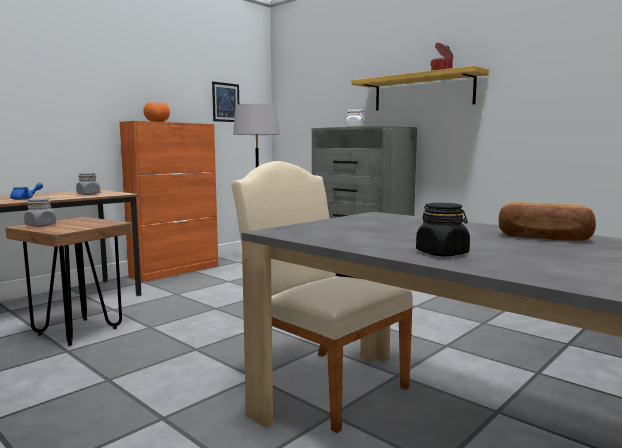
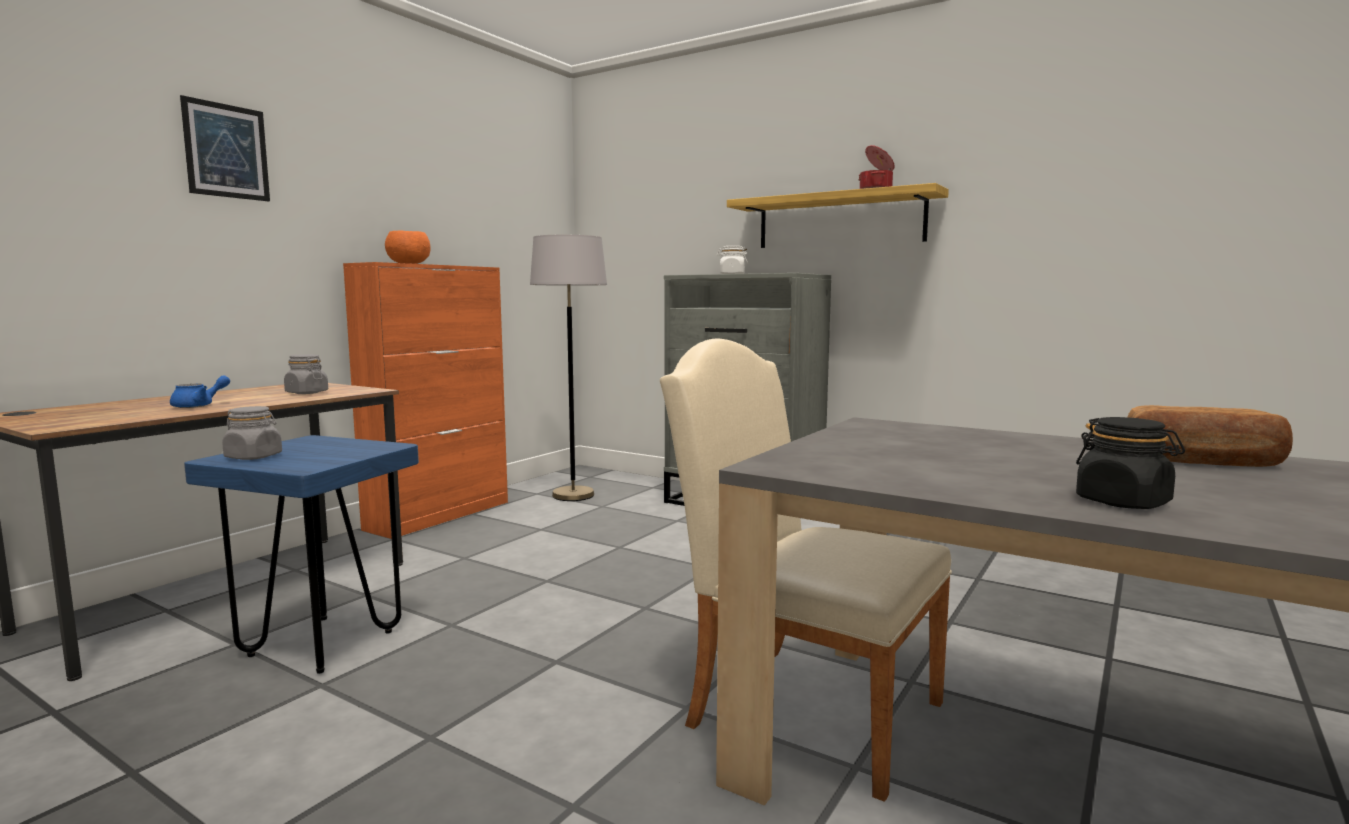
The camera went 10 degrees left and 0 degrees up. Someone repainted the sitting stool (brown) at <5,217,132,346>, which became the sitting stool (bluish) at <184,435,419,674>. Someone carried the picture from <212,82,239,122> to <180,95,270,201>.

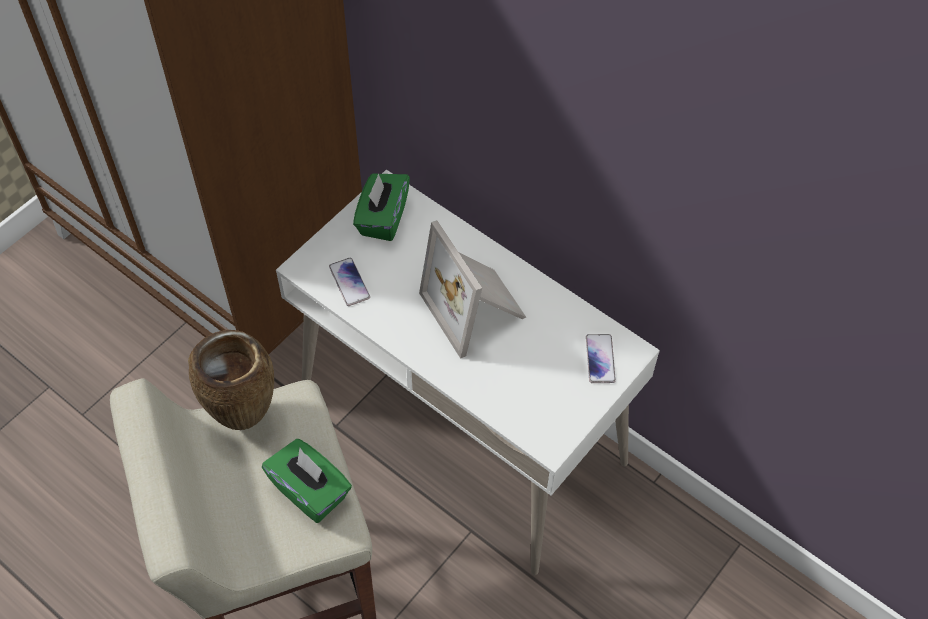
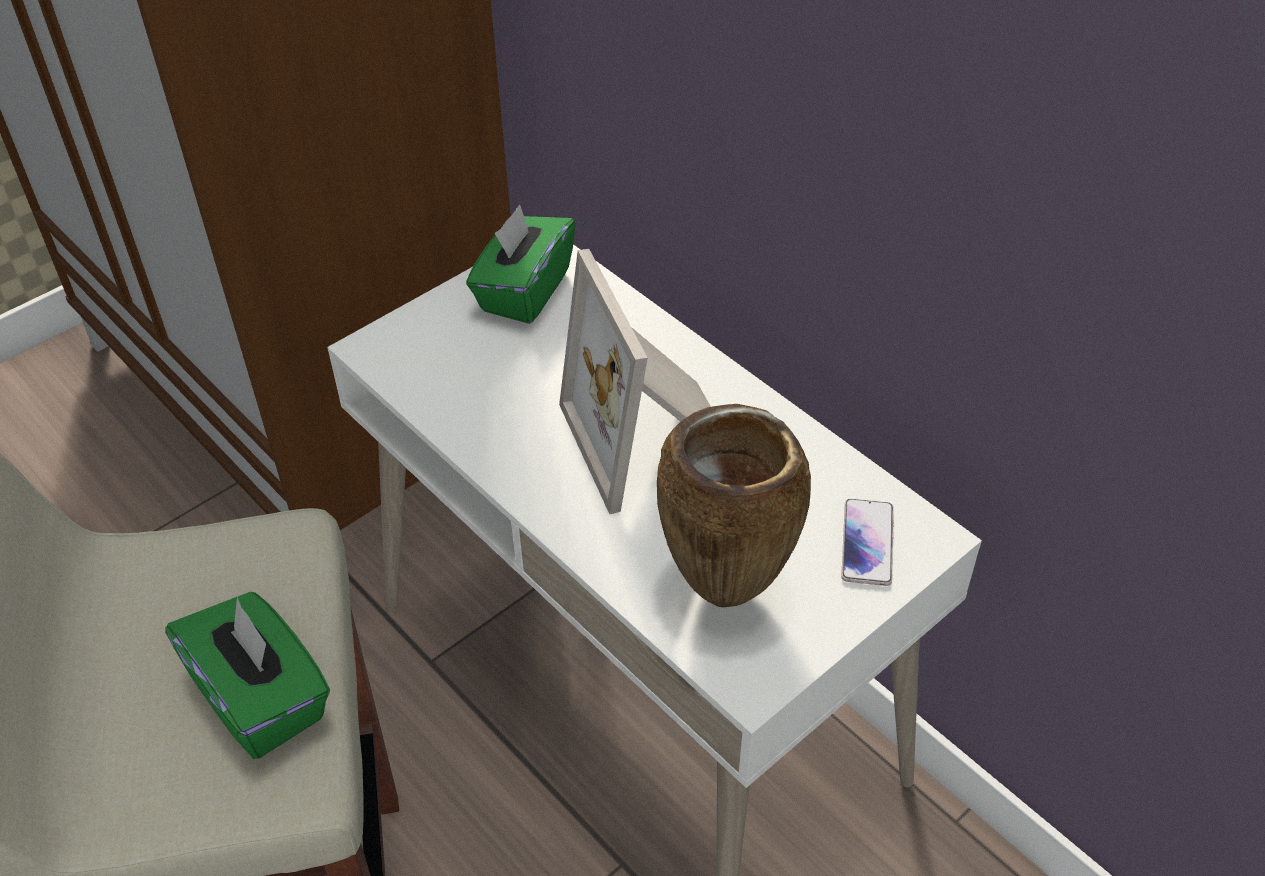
The camera went 10 degrees right and 10 degrees down. Someone carried the decorative vase (brown) from <188,330,274,430> to <657,404,811,607>. Someone took away the handset at <329,258,370,306>.

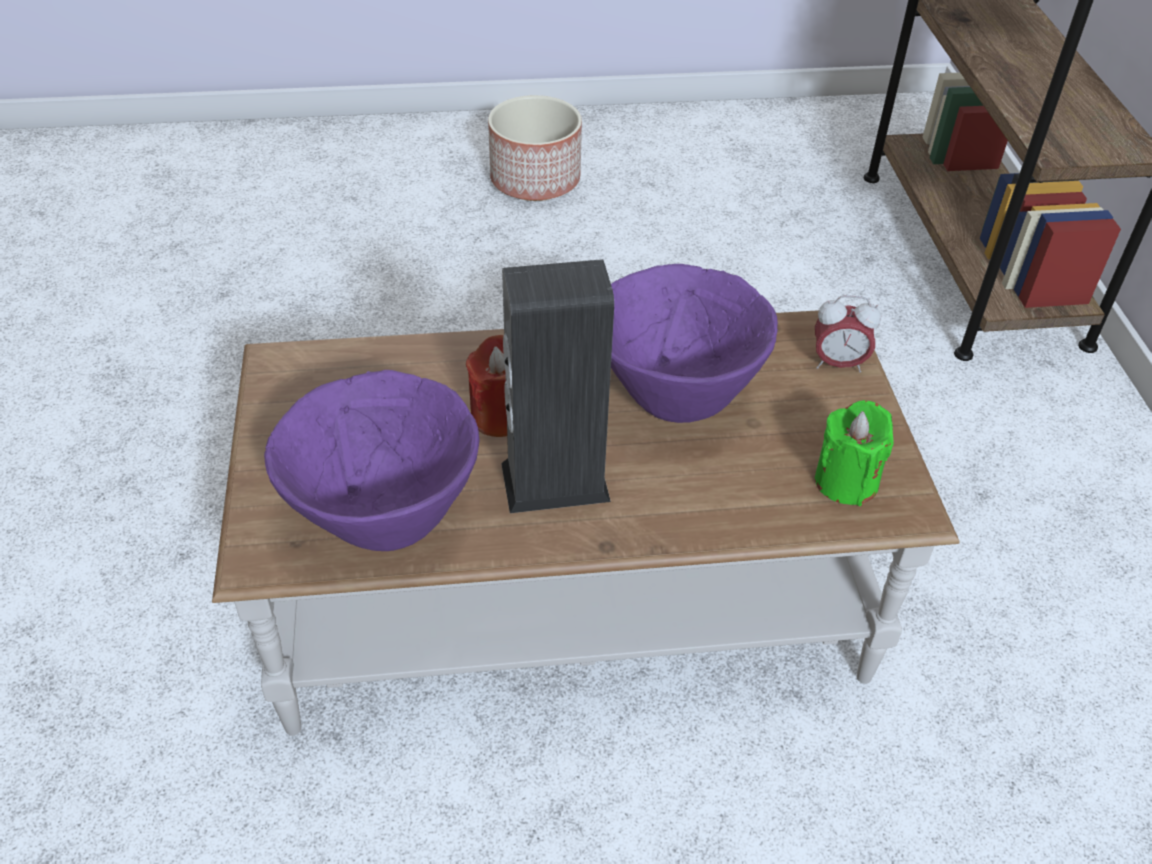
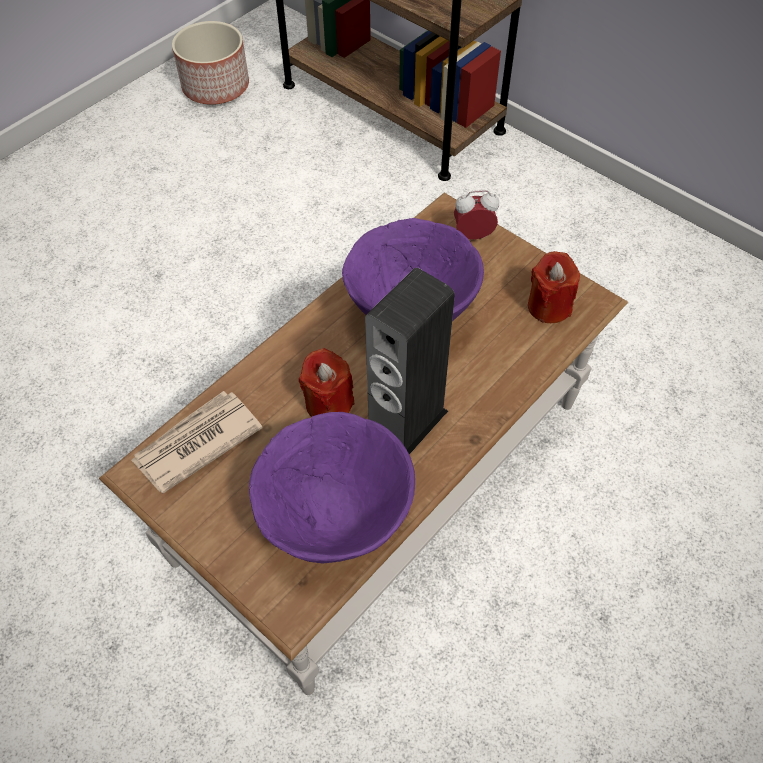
The camera went 40 degrees left and 10 degrees up. Someone carried the plant pot from <488,95,582,201> to <172,21,249,105>. Someone rotated the table clock at <815,295,881,373> by 150 degrees counterclockwise. Someone repainted the wax light (greenish) at <815,400,894,506>, which became the wax light (red-coloured) at <528,251,580,323>. Someone put down the daily paper at <131,391,263,493>.

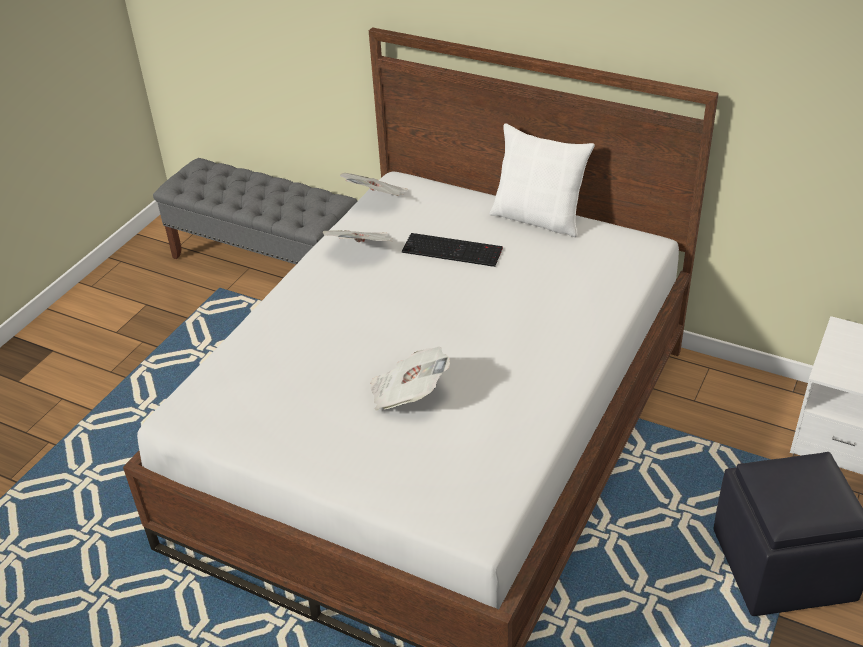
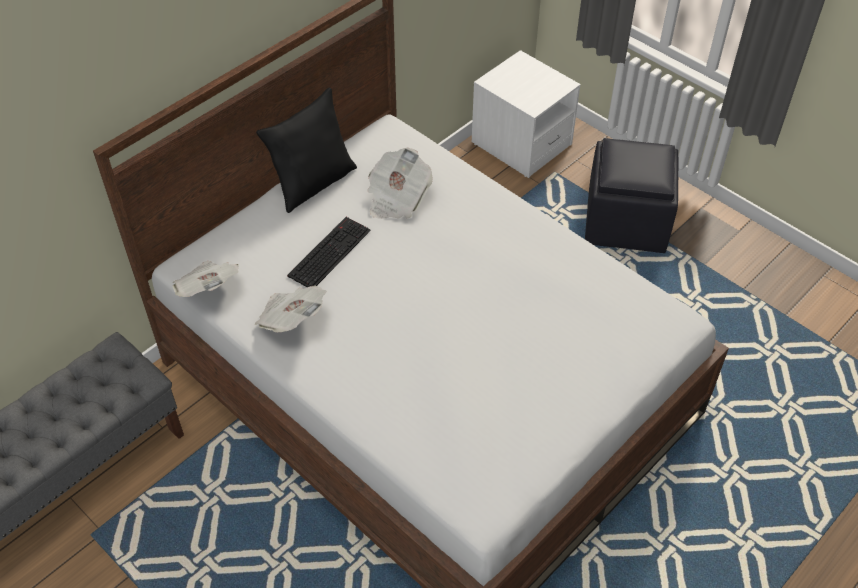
The camera went 75 degrees left and 10 degrees up. Someone carried the daily paper from <370,346,450,411> to <367,148,433,219>. Someone repainted the cushion (whitish) at <489,123,595,237>, which became the cushion (blackish) at <256,88,357,213>.

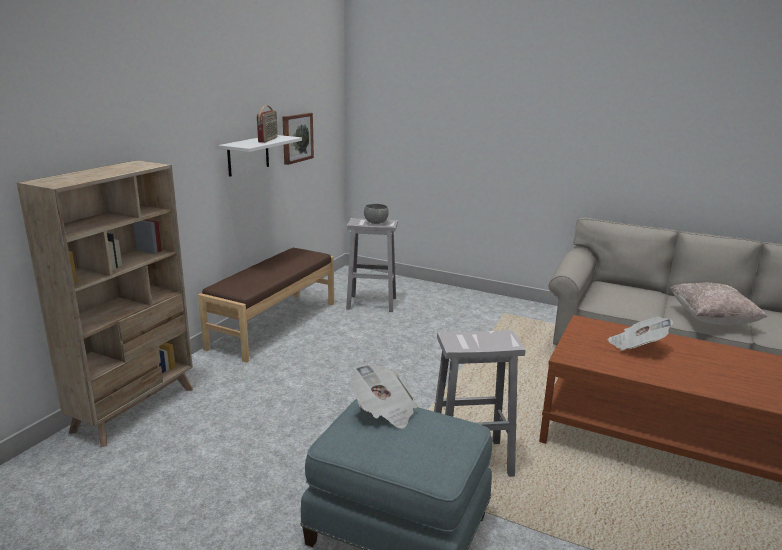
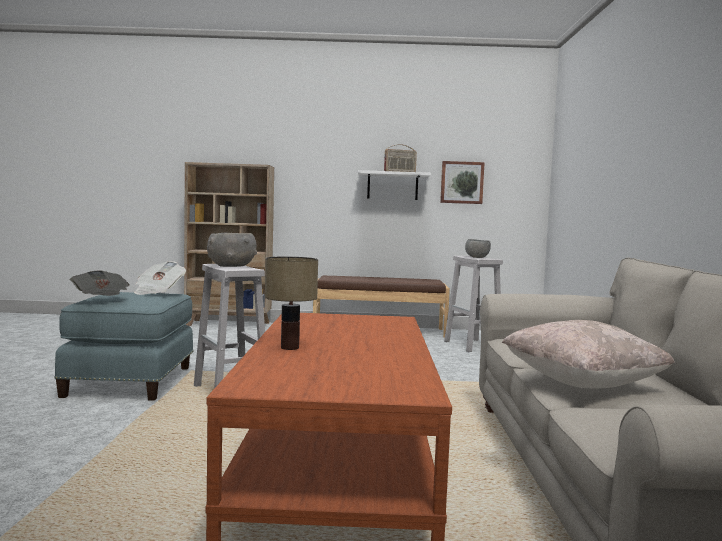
The camera went 65 degrees right and 15 degrees down. Someone carried the daily paper from <608,316,674,351> to <70,271,130,296>. Someone put down the serving bowl (grey) at <207,233,257,267>. Someone put down the lamp for a table at <265,257,318,350>.

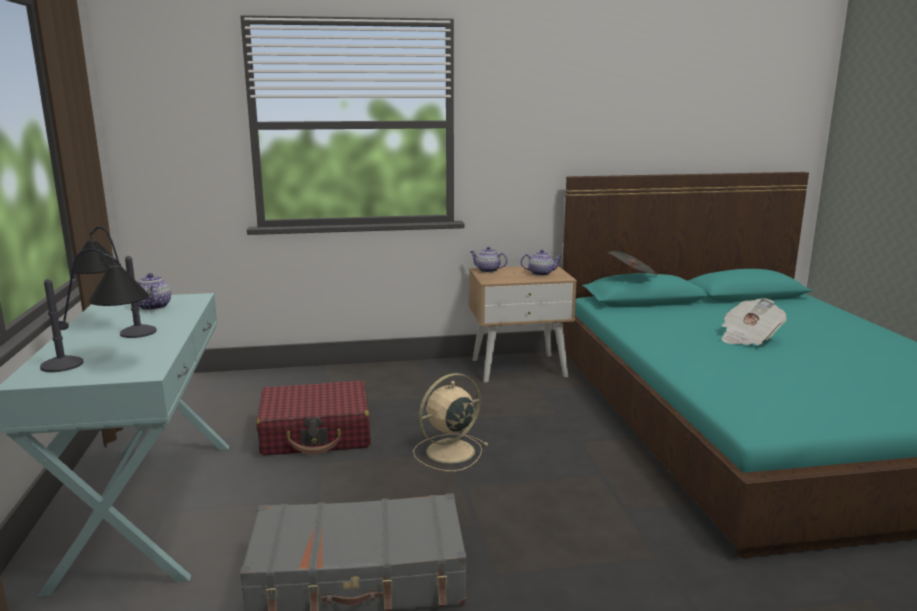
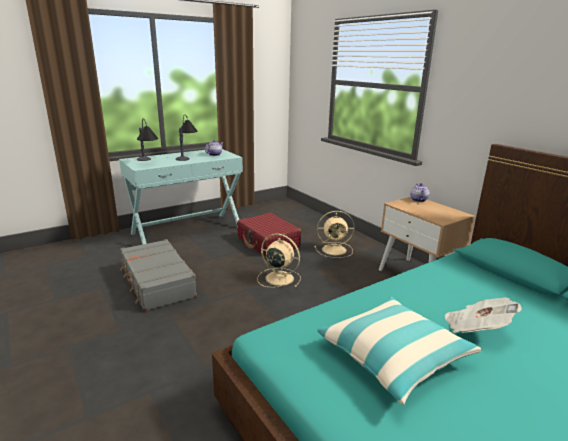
The camera went 65 degrees right and 5 degrees up. Someone took away the tea pot at <521,250,562,276>. Someone took away the daily paper at <607,251,659,275>. Someone put down the electric fan (sand-coloured) at <315,211,355,258>. Someone put down the cushion at <317,296,481,404>.

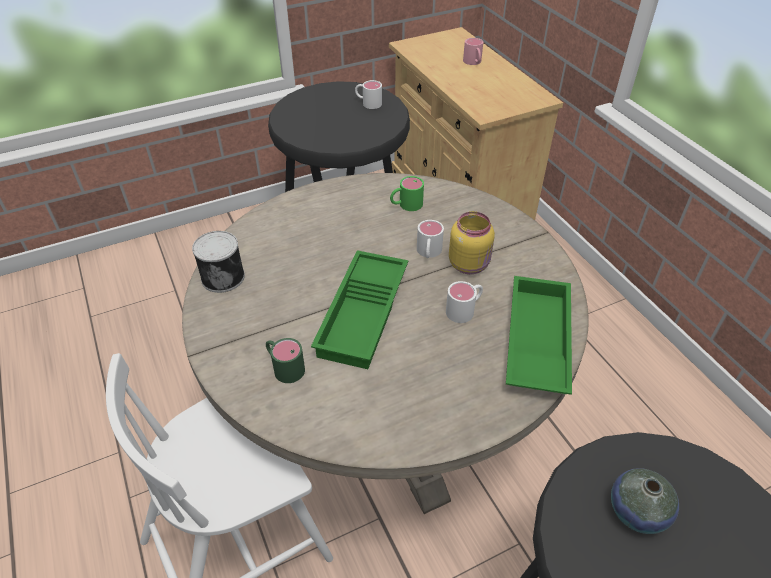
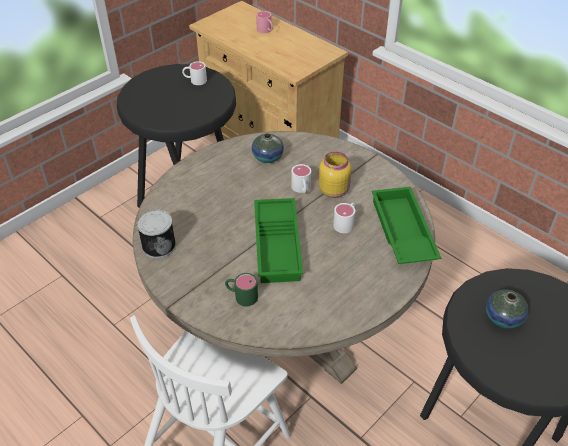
The camera went 20 degrees left and 0 degrees up. Someone swapped the mug (greenish) at <390,176,424,211> for the decorative vase at <252,133,284,163>.

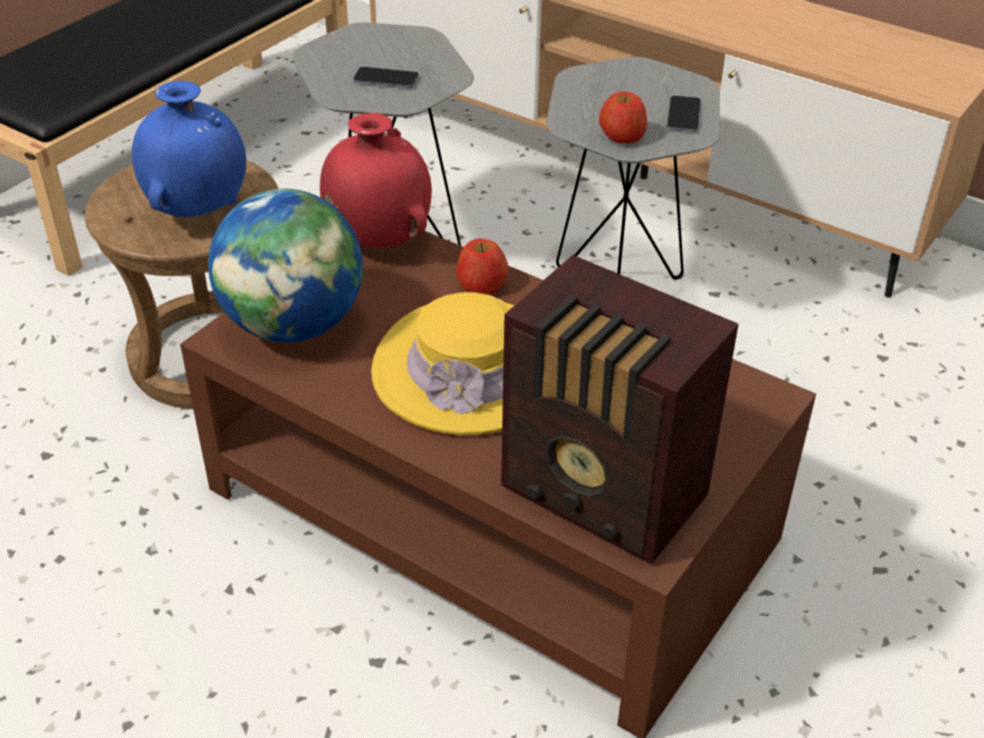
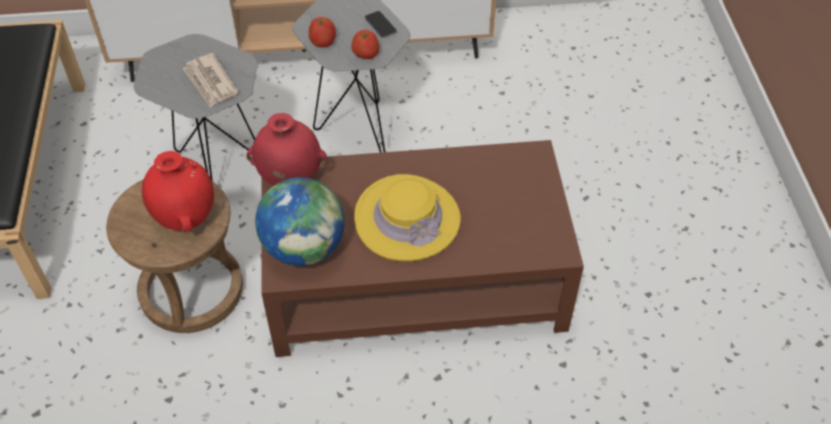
The camera went 40 degrees left and 10 degrees up. Someone repainted the decorative vase (bluish) at <132,81,246,217>, which became the decorative vase (red-coloured) at <142,151,214,232>. Someone swapped the handset at <353,67,419,88> for the daily paper at <183,53,238,108>. Someone carried the apple fruit from <456,239,508,295> to <309,17,336,47>. Someone took away the radio receiver at <501,255,739,564>.

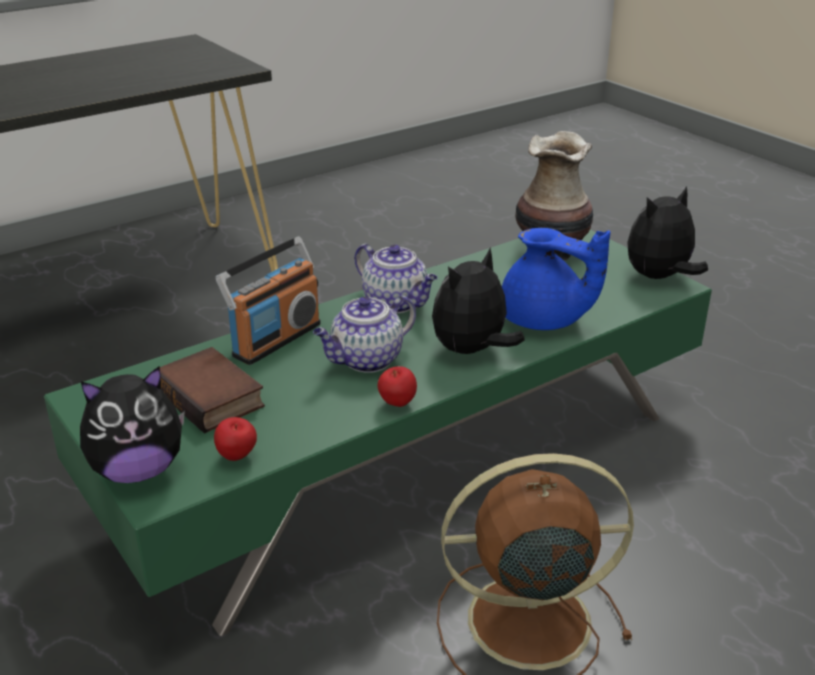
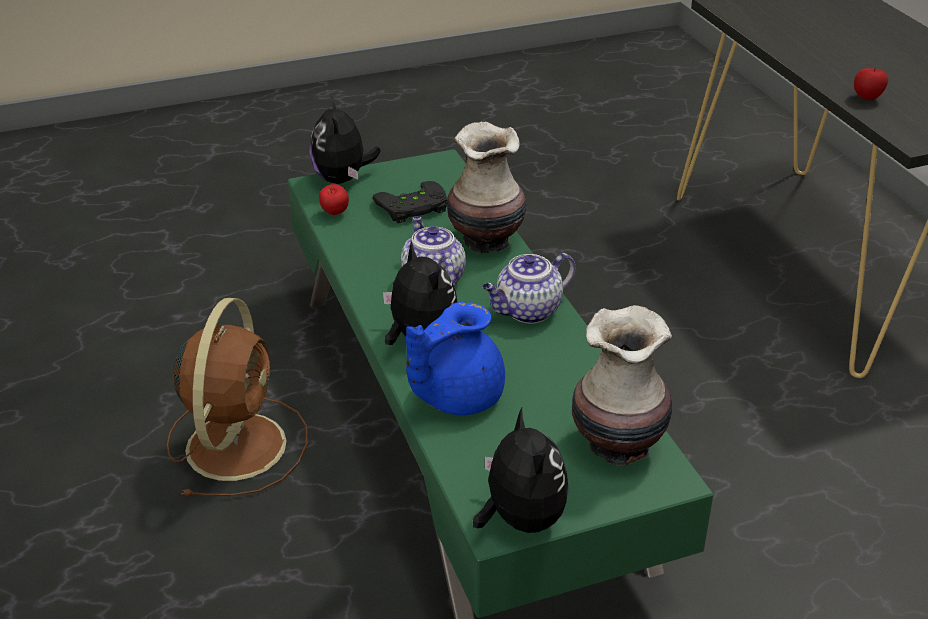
The camera went 105 degrees right and 5 degrees up. Someone swapped the book at <160,347,265,434> for the gamepad (blackish) at <373,181,447,223>. Someone swapped the radio receiver at <216,236,321,365> for the decorative vase at <447,122,527,254>. Someone carried the apple fruit from <378,366,417,407> to <854,67,888,100>.

